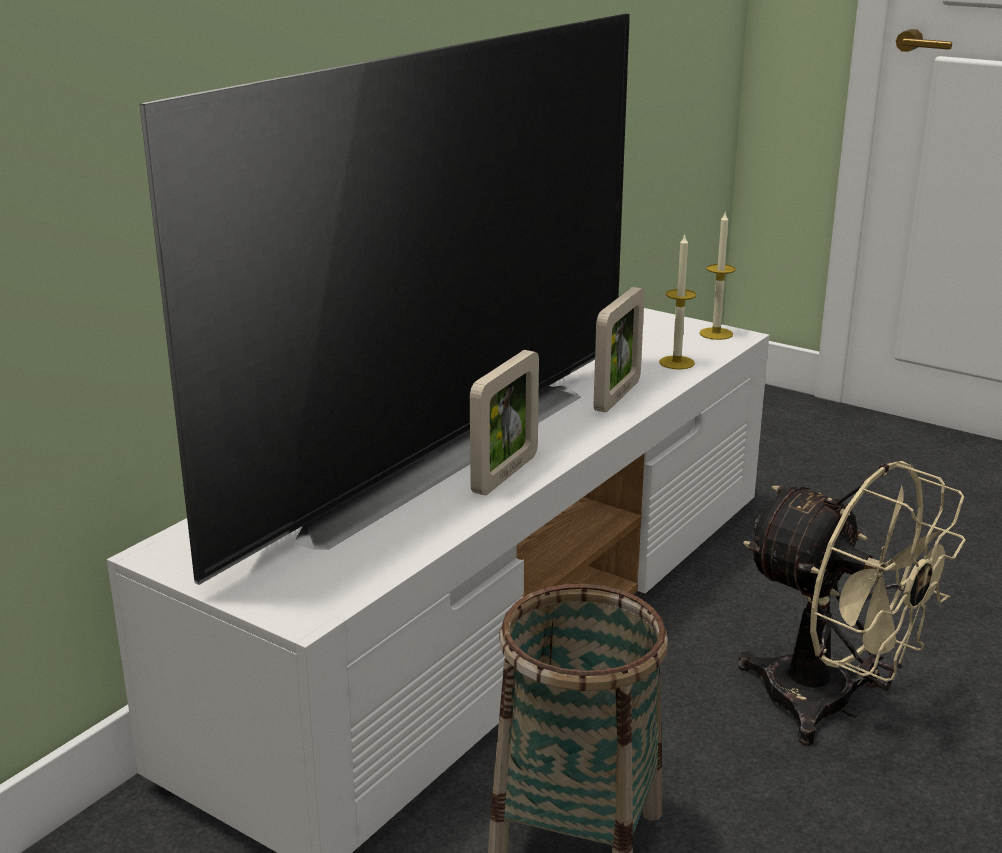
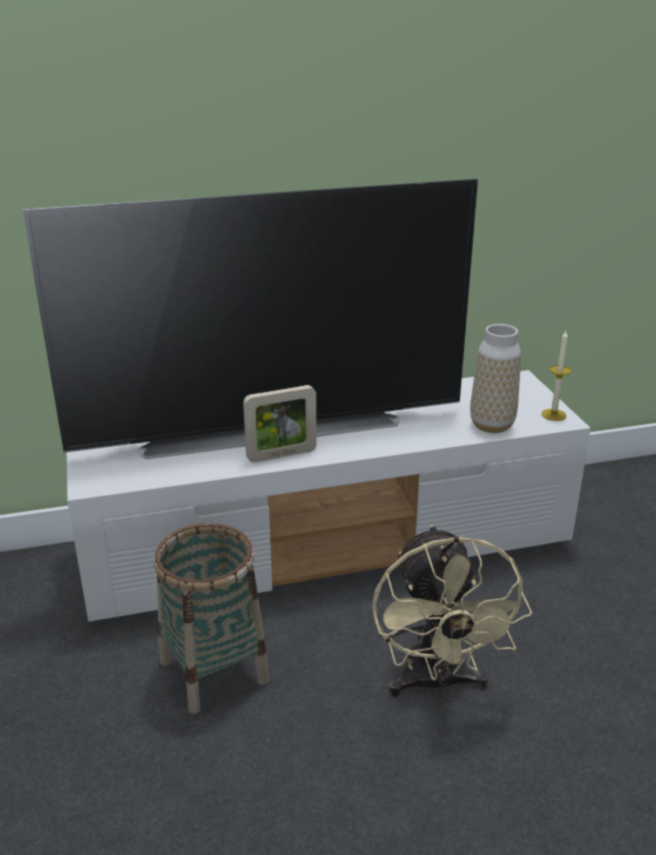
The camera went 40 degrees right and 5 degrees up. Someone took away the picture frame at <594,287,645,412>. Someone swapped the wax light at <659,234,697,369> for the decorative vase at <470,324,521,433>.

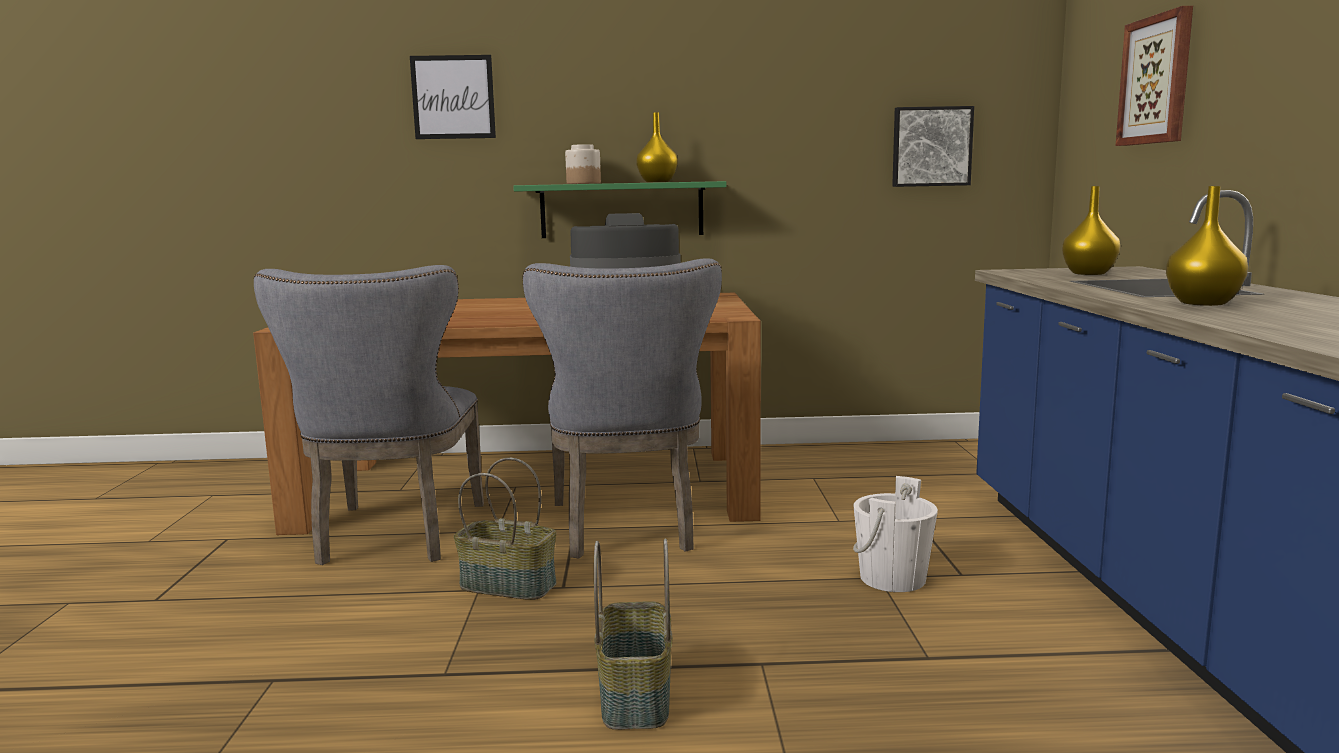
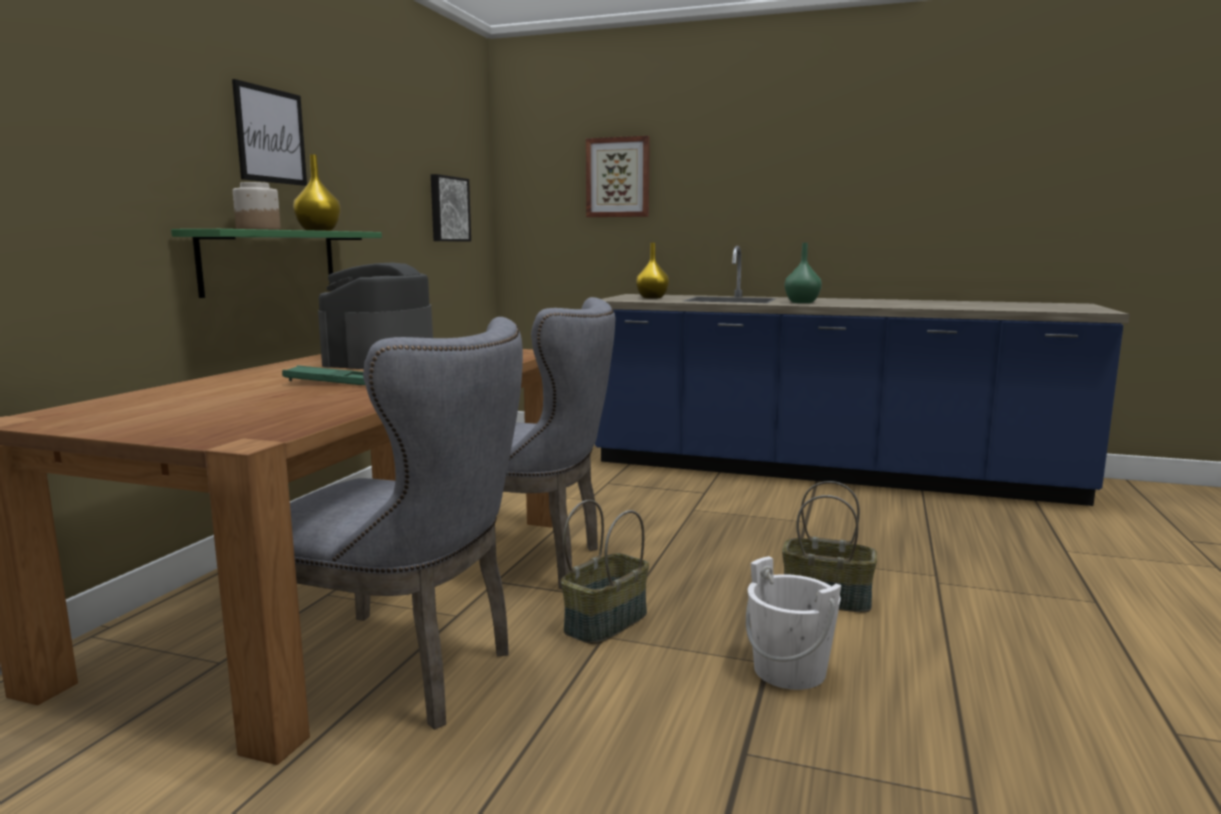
The camera went 70 degrees left and 0 degrees up. Someone carried the picture from <410,55,496,139> to <232,79,307,186>. Someone carried the water bucket (whitish) from <853,476,938,592> to <746,556,841,690>. Someone repainted the decorative vase (yellow-coloured) at <1166,186,1248,306>, which became the decorative vase (greenish) at <785,243,822,303>. Someone put down the serving tray (greenish) at <282,365,365,385>.

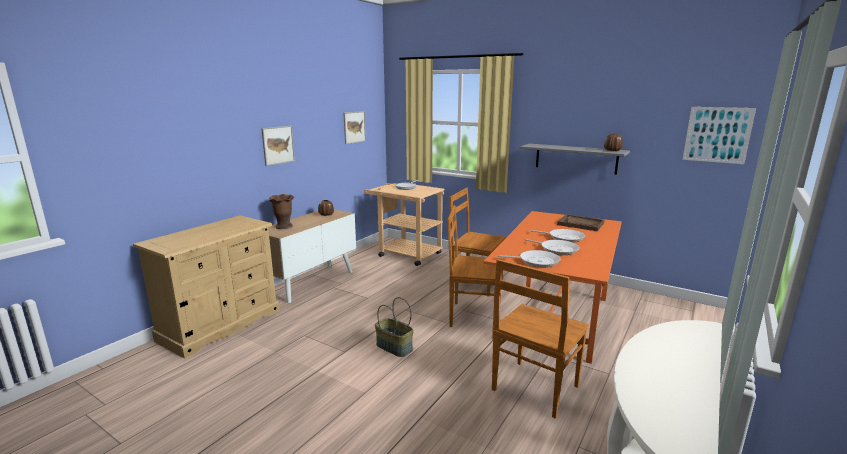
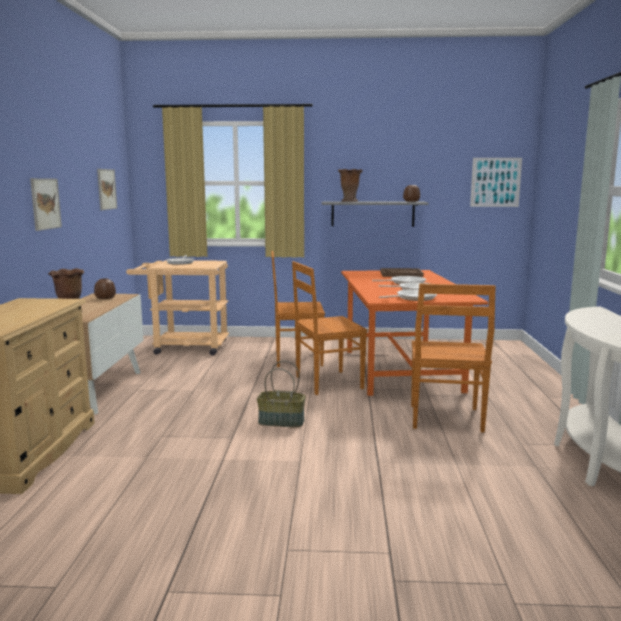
The camera went 30 degrees left and 5 degrees down. Someone put down the decorative vase (brown) at <338,169,363,202>.

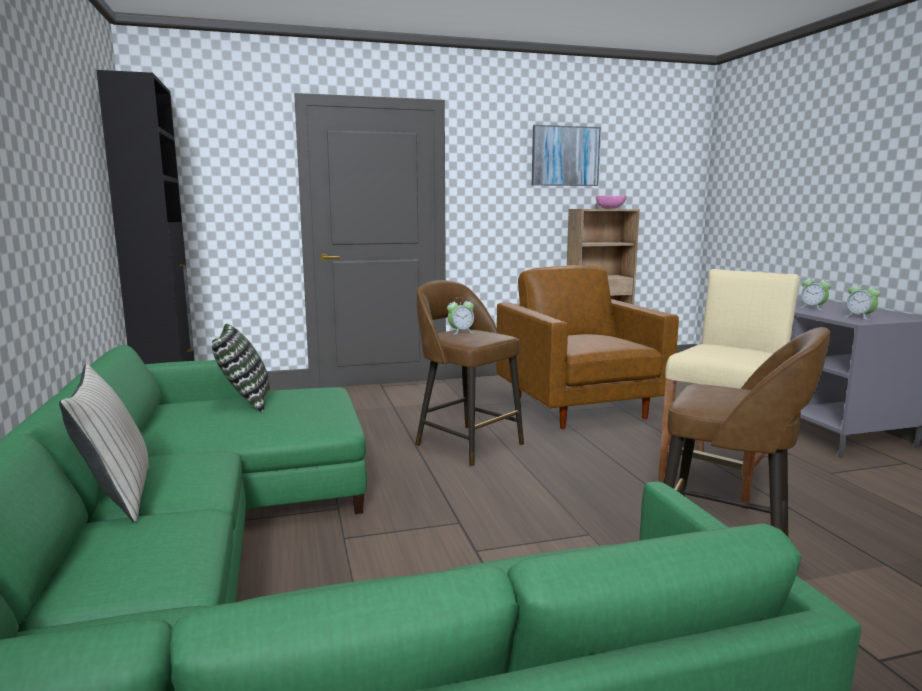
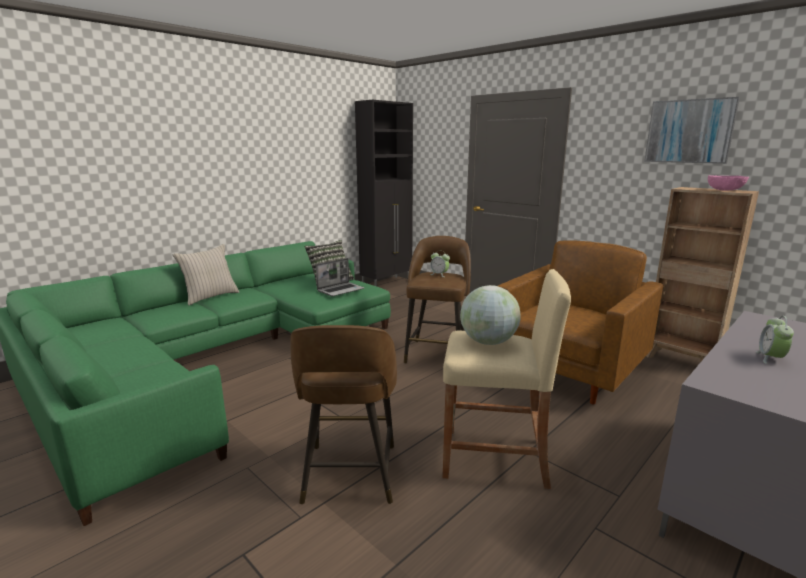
The camera went 60 degrees right and 5 degrees up. Someone took away the table clock at <846,282,880,320>. Someone put down the notebook computer at <316,258,365,297>. Someone put down the globe at <460,285,520,345>.

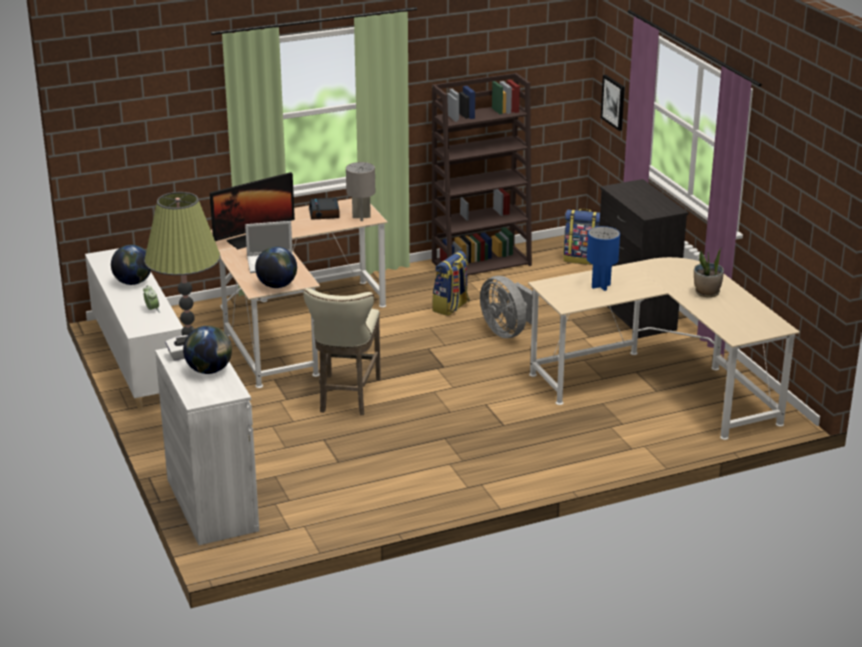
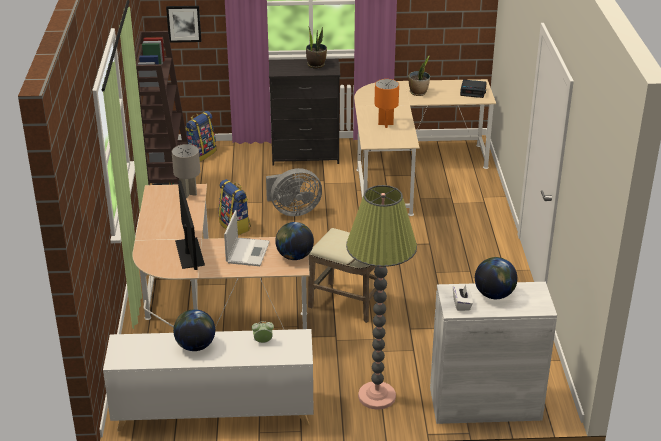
The camera went 70 degrees left and 5 degrees up. Someone carried the table clock from <309,198,340,220> to <460,80,487,98>. Someone repainted the lamp for a table (bluish) at <587,226,620,291>, which became the lamp for a table (orange) at <374,79,399,128>. Someone put down the potted plant at <306,26,327,68>.

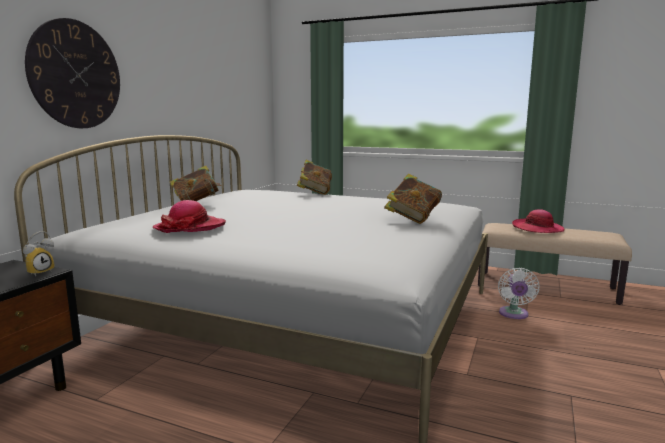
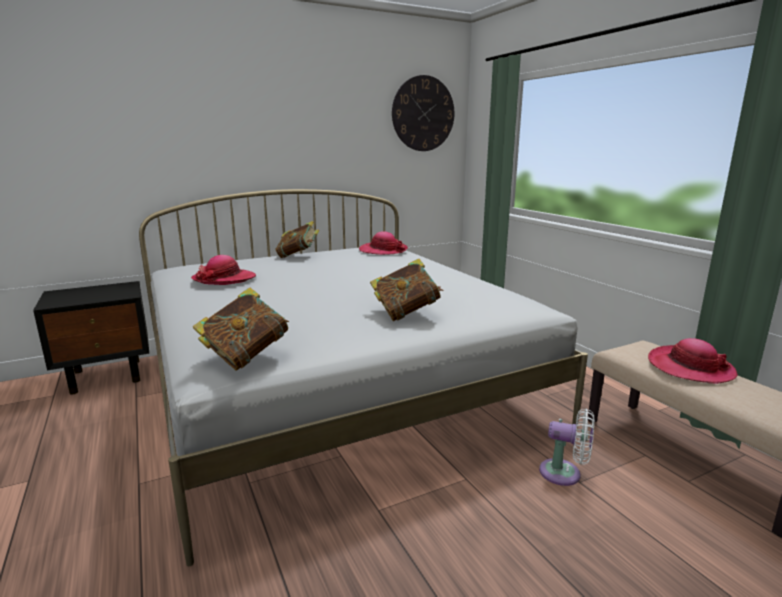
The camera went 40 degrees right and 5 degrees up. Someone took away the table clock at <23,231,55,276>. Someone carried the clock on the wall from <25,18,120,128> to <392,75,454,151>. Someone carried the book from <297,160,332,195> to <193,287,289,371>. Someone rotated the electric fan (whitish) at <498,268,539,319> by 120 degrees counterclockwise. Someone put down the wearable hat at <359,231,408,255>.

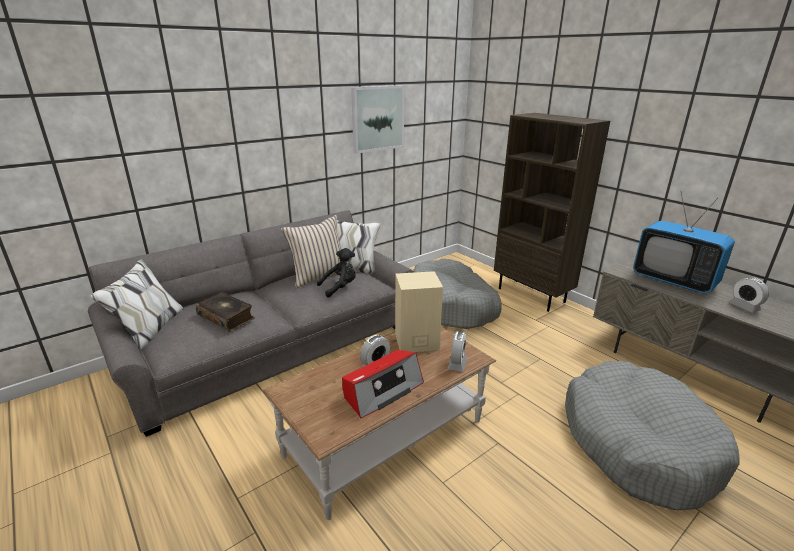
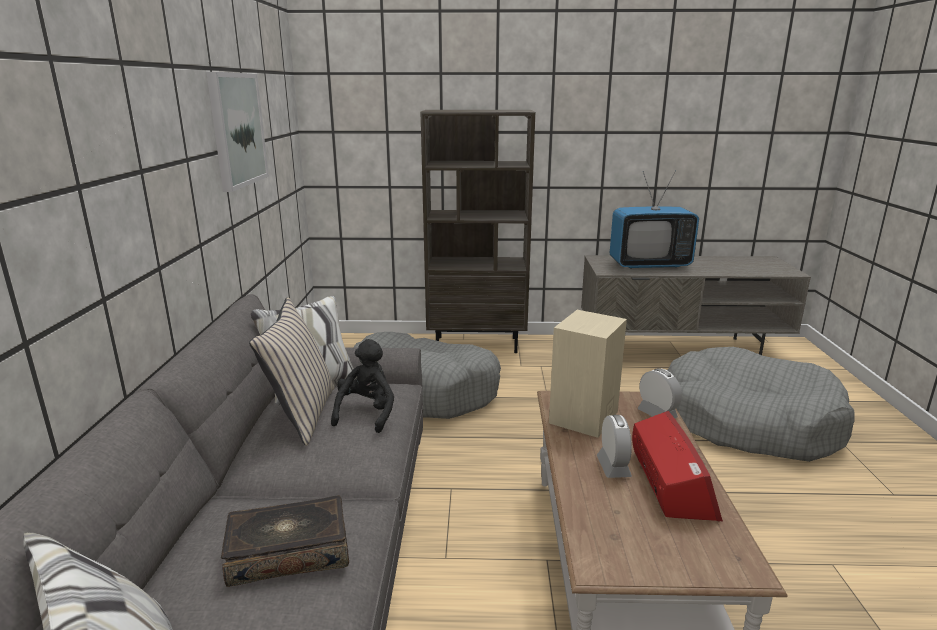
The camera went 50 degrees left and 5 degrees down. Someone took away the table clock at <730,277,769,313>.

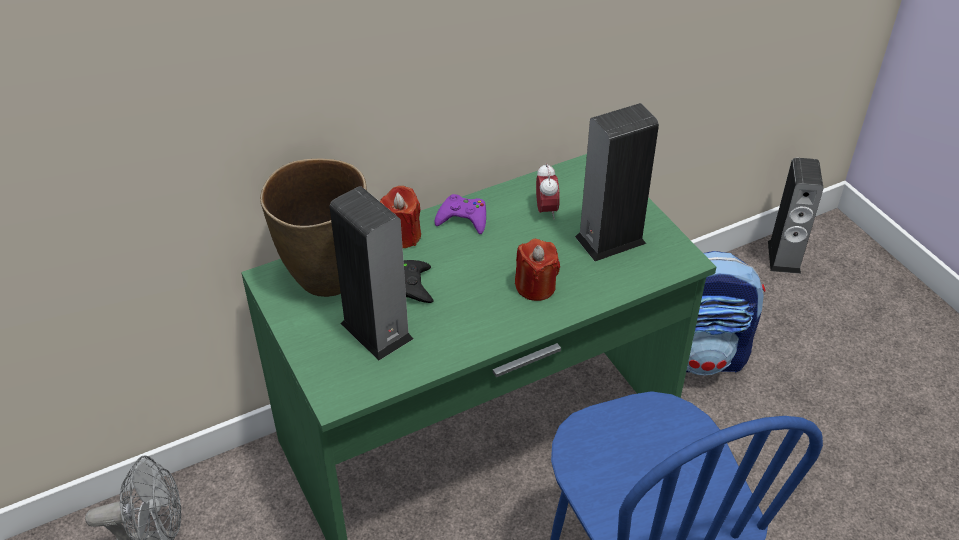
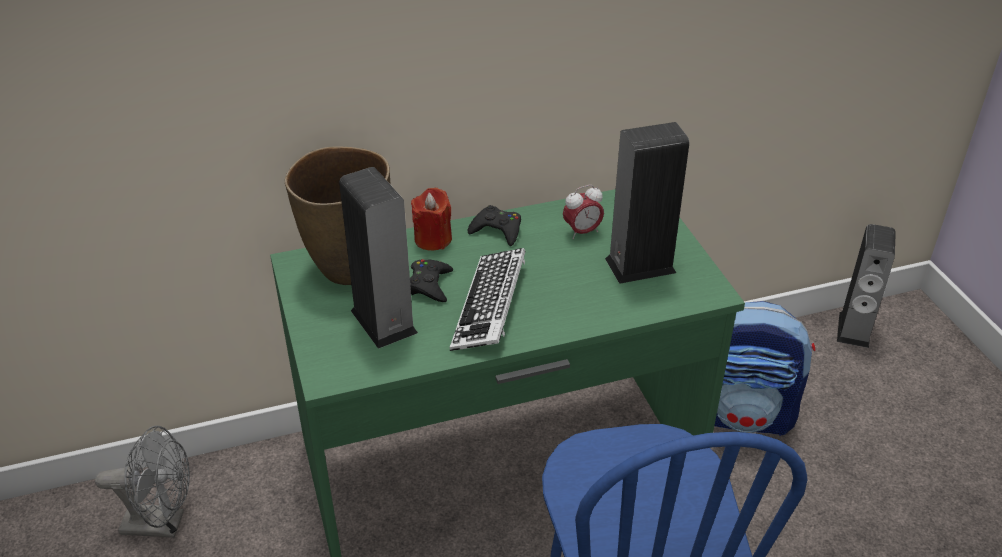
The camera went 10 degrees right and 5 degrees down. Someone repainted the gamepad (purple-coloured) at <435,194,486,234>, which became the gamepad (blackish) at <468,205,521,246>. Someone took away the wax light (red-coloured) at <515,239,560,301>. Someone rotated the table clock at <536,163,560,220> by 60 degrees clockwise. Someone put down the keyboard at <450,248,526,351>.

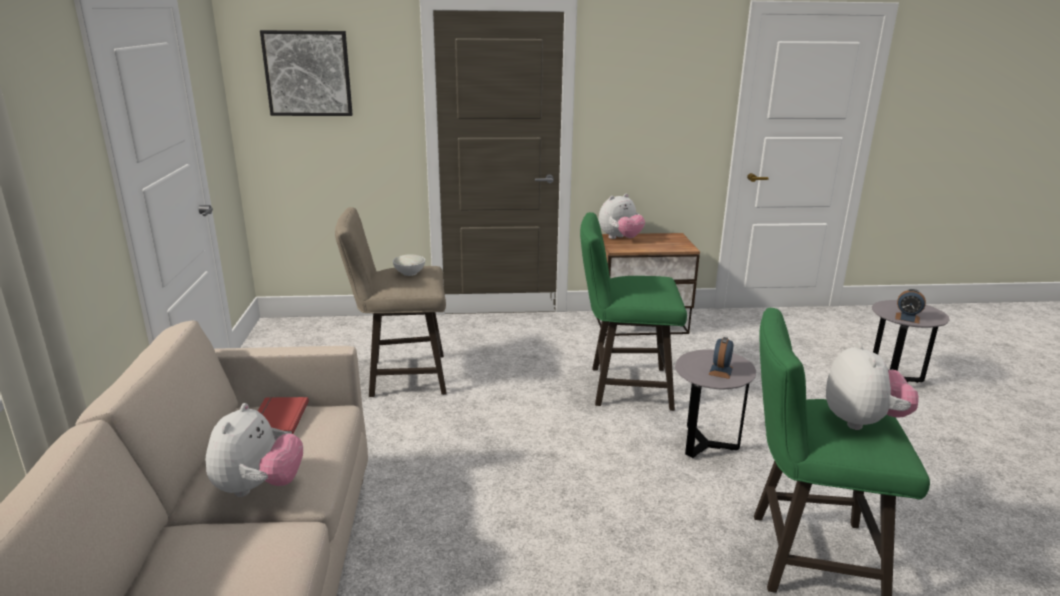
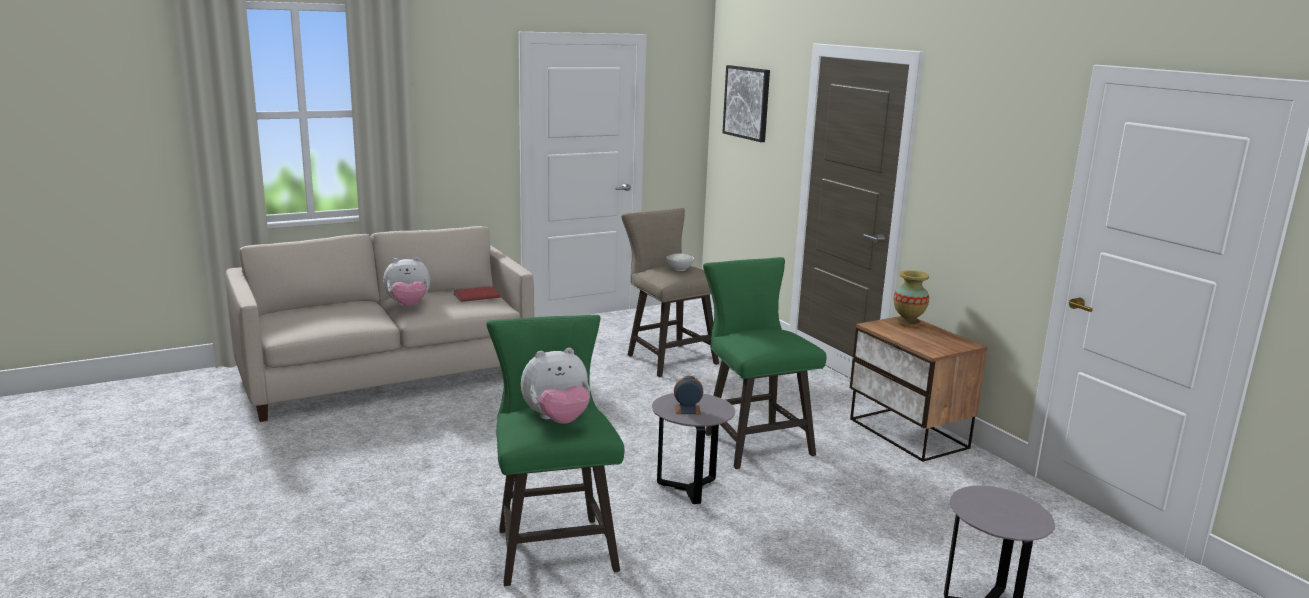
The camera went 65 degrees right and 5 degrees down. Someone swapped the cuddly toy at <599,194,645,239> for the decorative vase at <893,270,929,328>. Someone took away the table clock at <895,289,926,323>.

